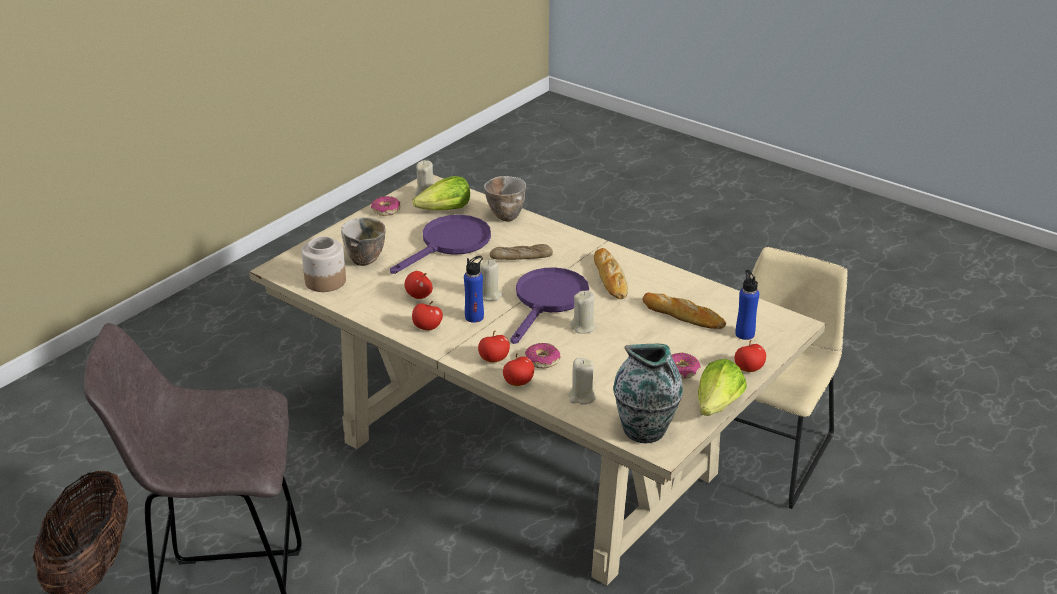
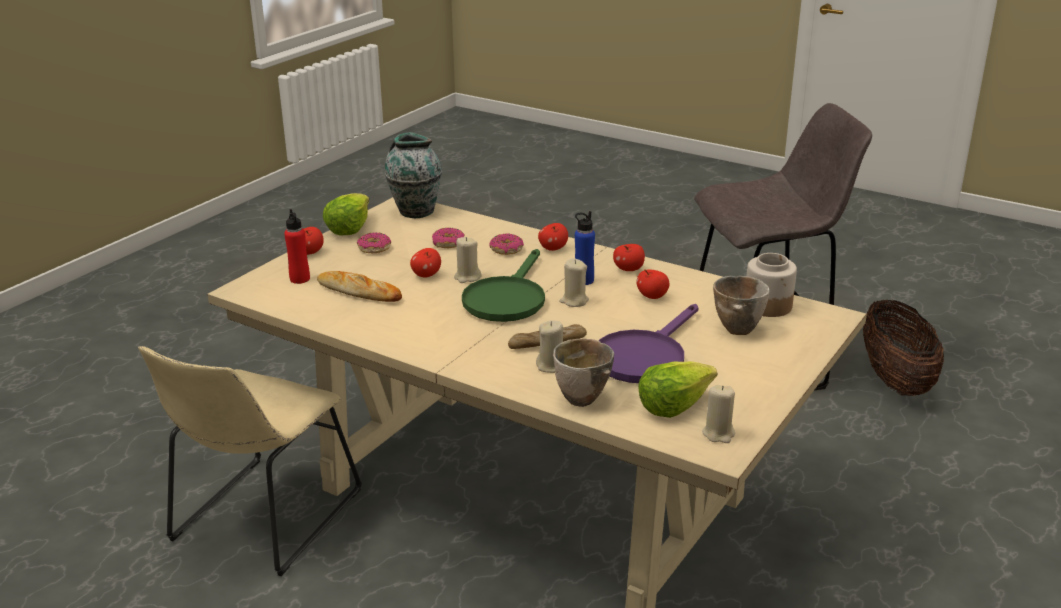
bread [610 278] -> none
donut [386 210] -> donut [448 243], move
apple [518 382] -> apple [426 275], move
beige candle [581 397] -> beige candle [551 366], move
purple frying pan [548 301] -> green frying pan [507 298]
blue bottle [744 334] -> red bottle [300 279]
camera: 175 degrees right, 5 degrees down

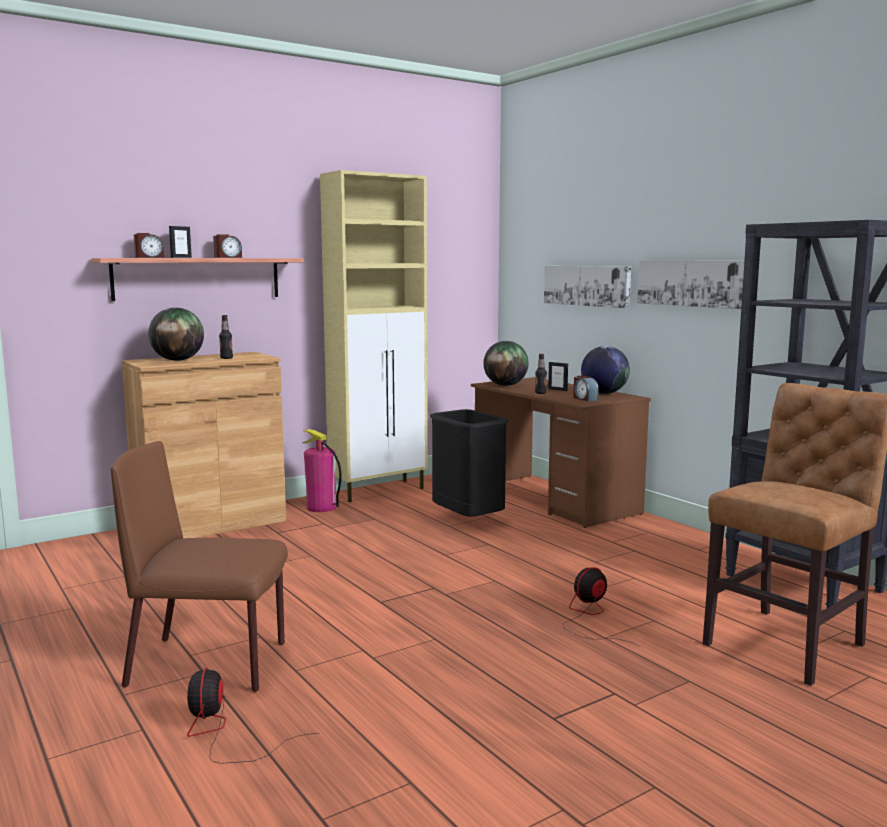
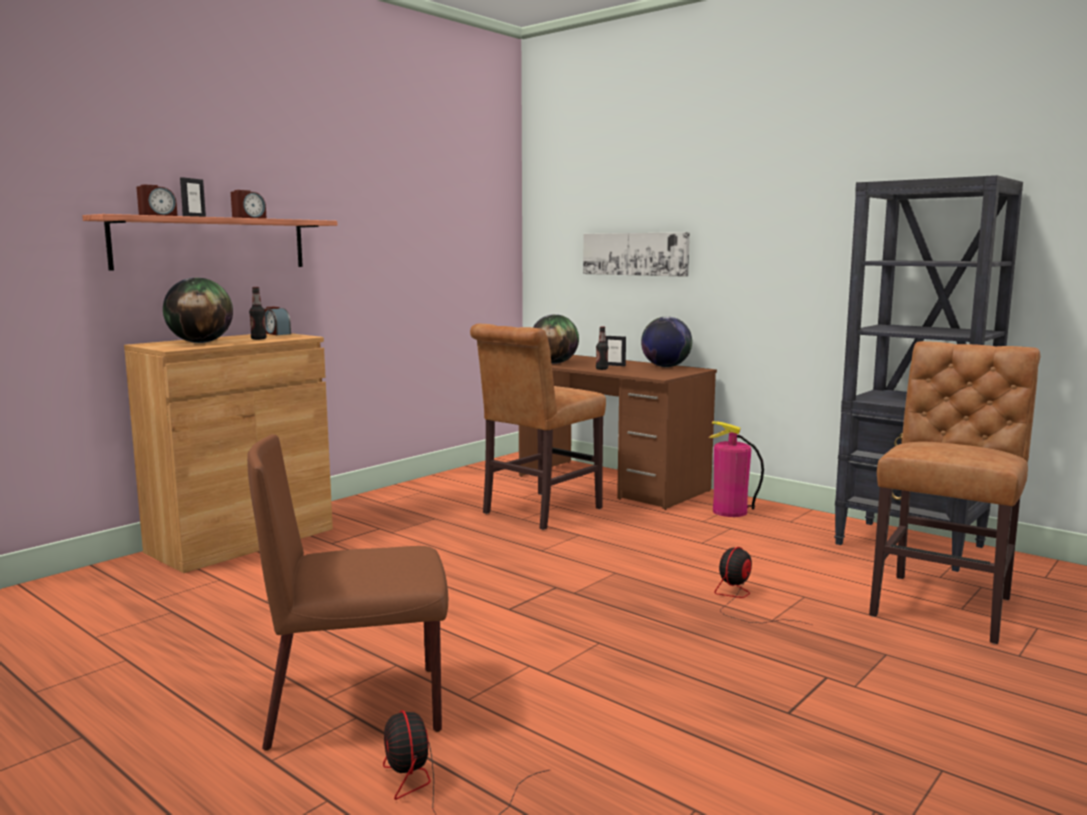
beige cabinet [379 491] -> none
picture [693 283] -> none
fire extinguisher [321 508] -> fire extinguisher [729 512], move
alarm clock [584 399] -> alarm clock [276 333], move
black trash can [466 521] -> brown chair [538 512]
camera: 15 degrees left, 0 degrees up

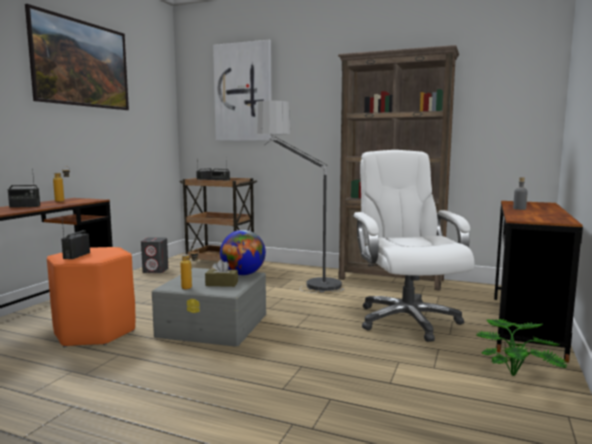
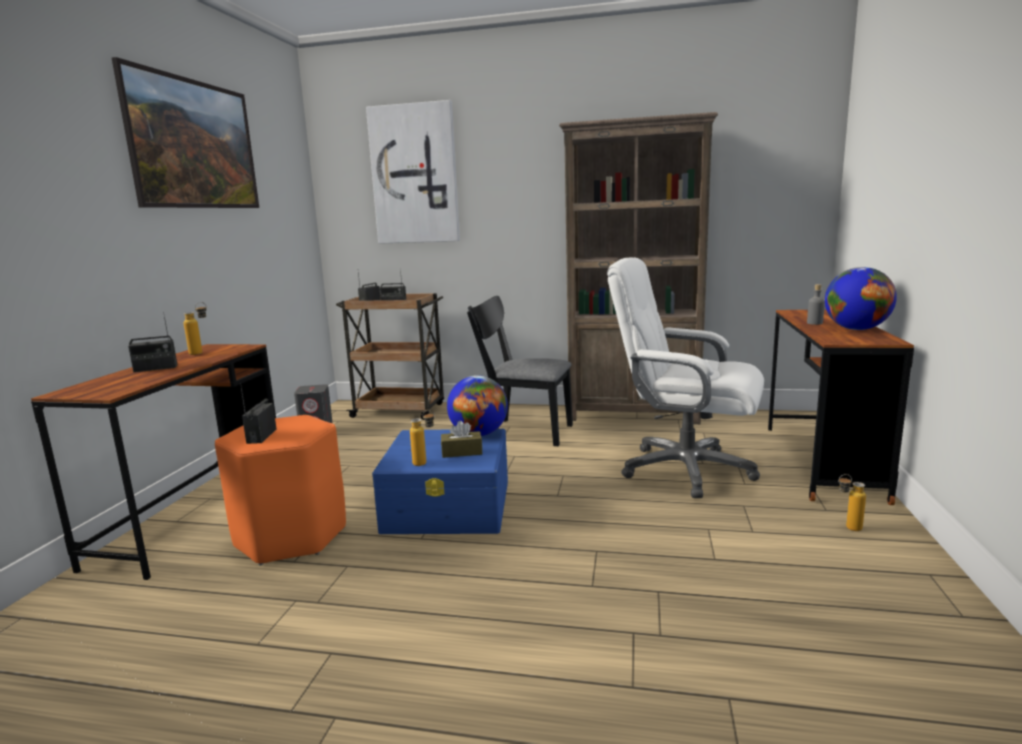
none -> globe [856 329]
floor lamp [298 283] -> black chair [521 431]
potted plant [516 374] -> bottle [847 528]
grey storage box [214 325] -> blue storage box [449 505]
white office chair [406 320] -> white office chair [684 470], 45 degrees counterclockwise
camera: 10 degrees left, 5 degrees up

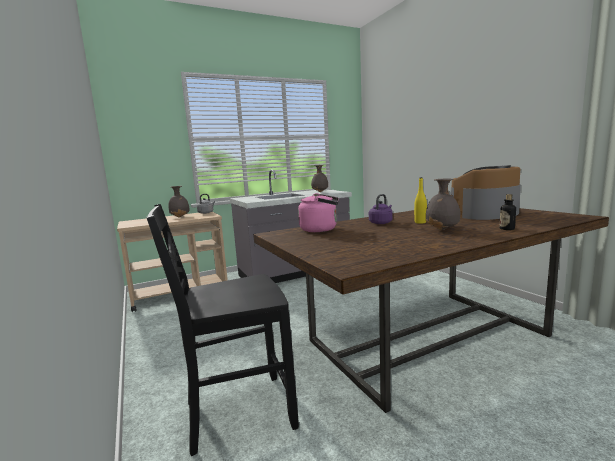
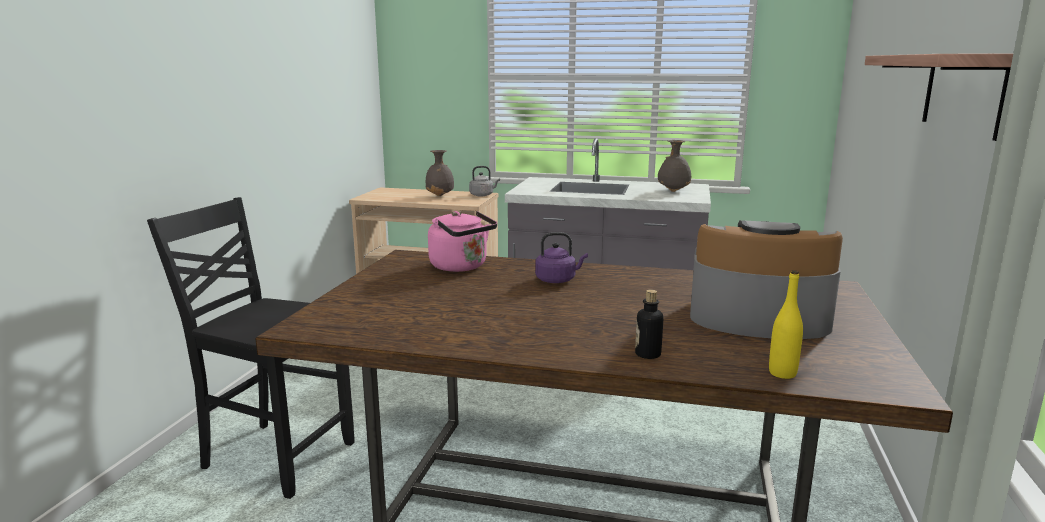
grey vase [442 230] -> none
none -> shelf [962 92]
yellow bottle [420 222] -> yellow bottle [782 373], move
camera: 40 degrees right, 5 degrees up

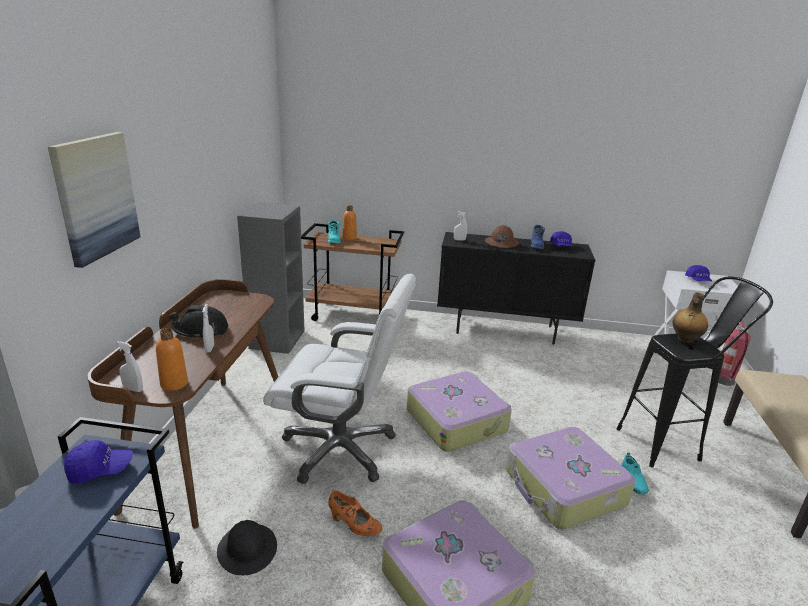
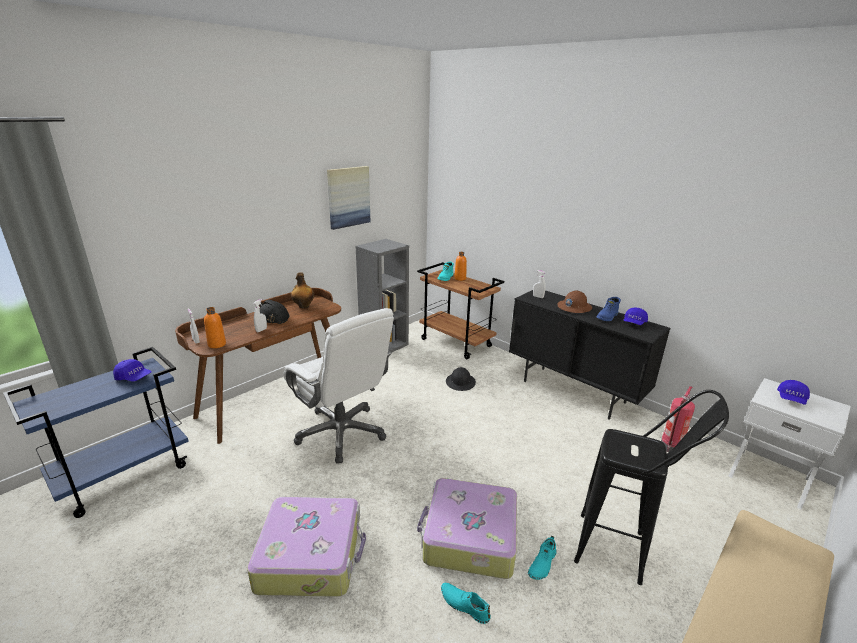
orange shoe [354 525] -> none
suitcase [457 420] -> none
none -> turquoise shoe [464 604]
picture [96 197] -> picture [348 197], move
black hard hat [247 549] -> black hard hat [460 382], move
bottle [684 339] -> bottle [303 306], move
fire extinguisher [724 380] -> fire extinguisher [670 447], move
camera: 35 degrees right, 0 degrees up

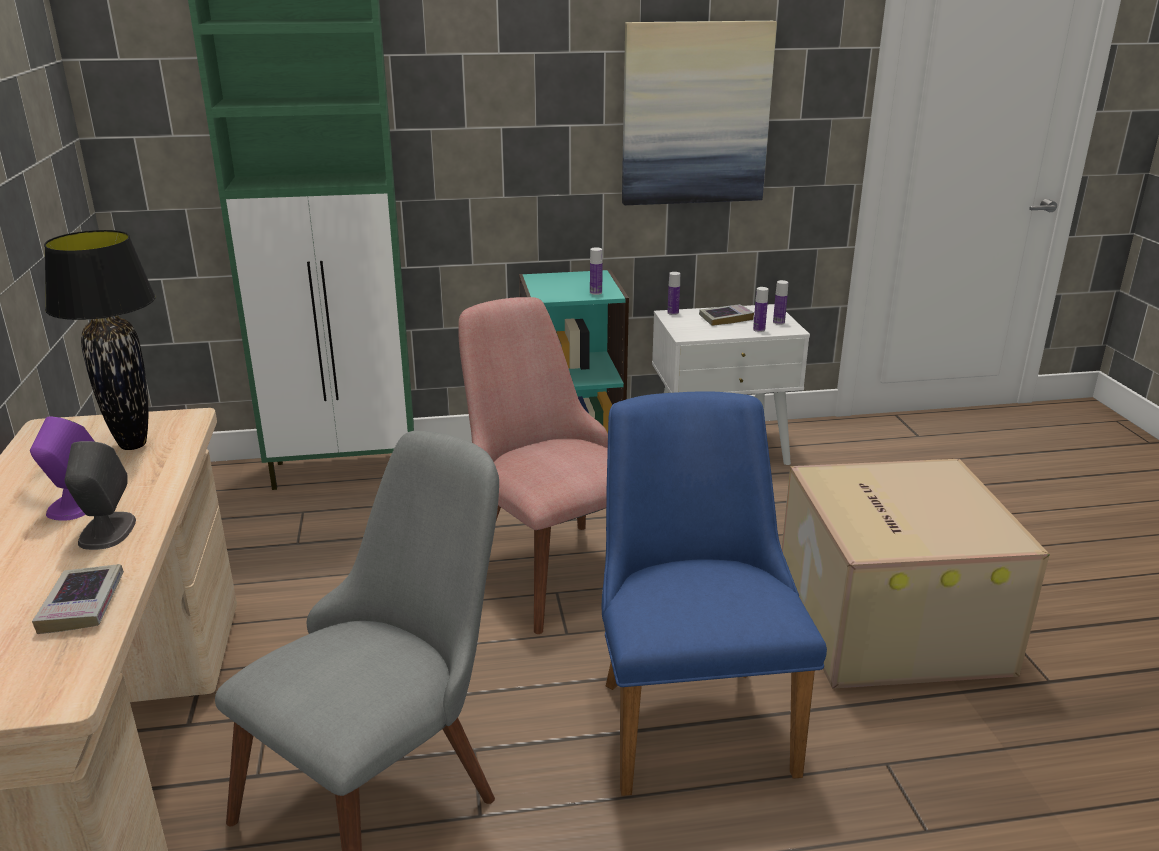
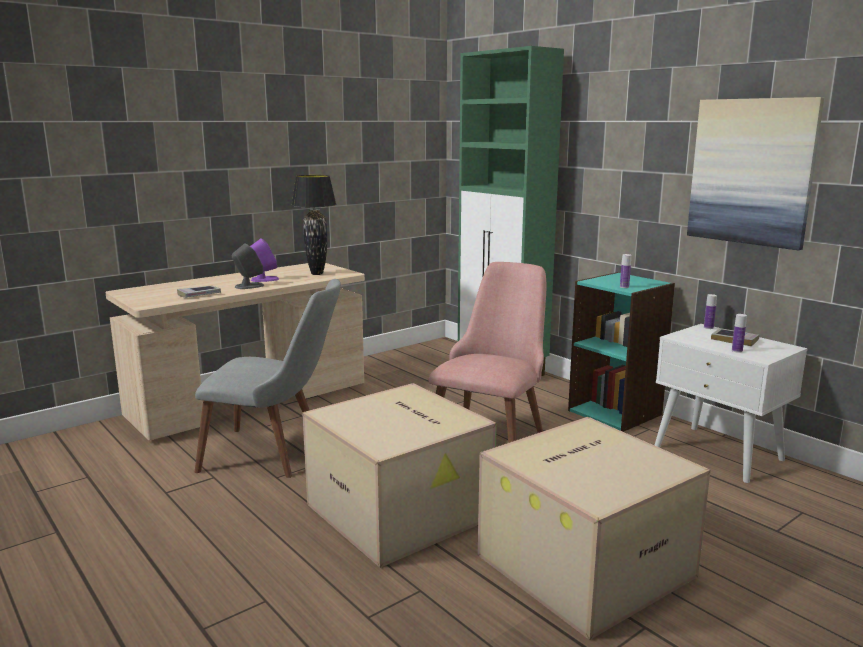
bottle [778 322] -> none
blue chair [689 713] -> cardboard box [402 511]
camera: 60 degrees right, 10 degrees down

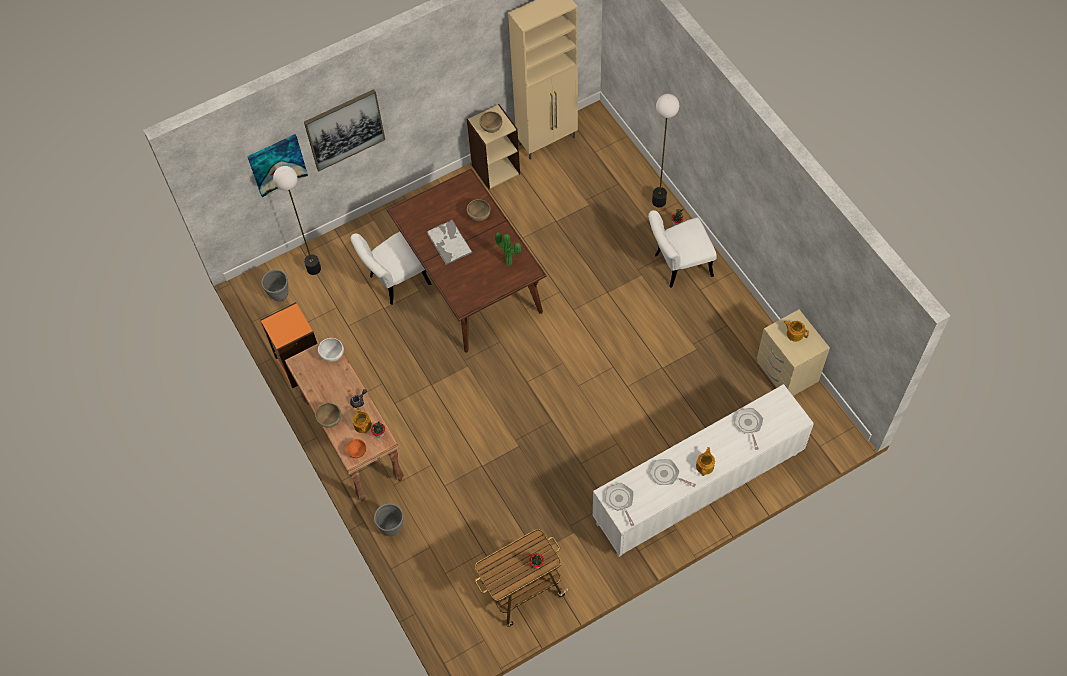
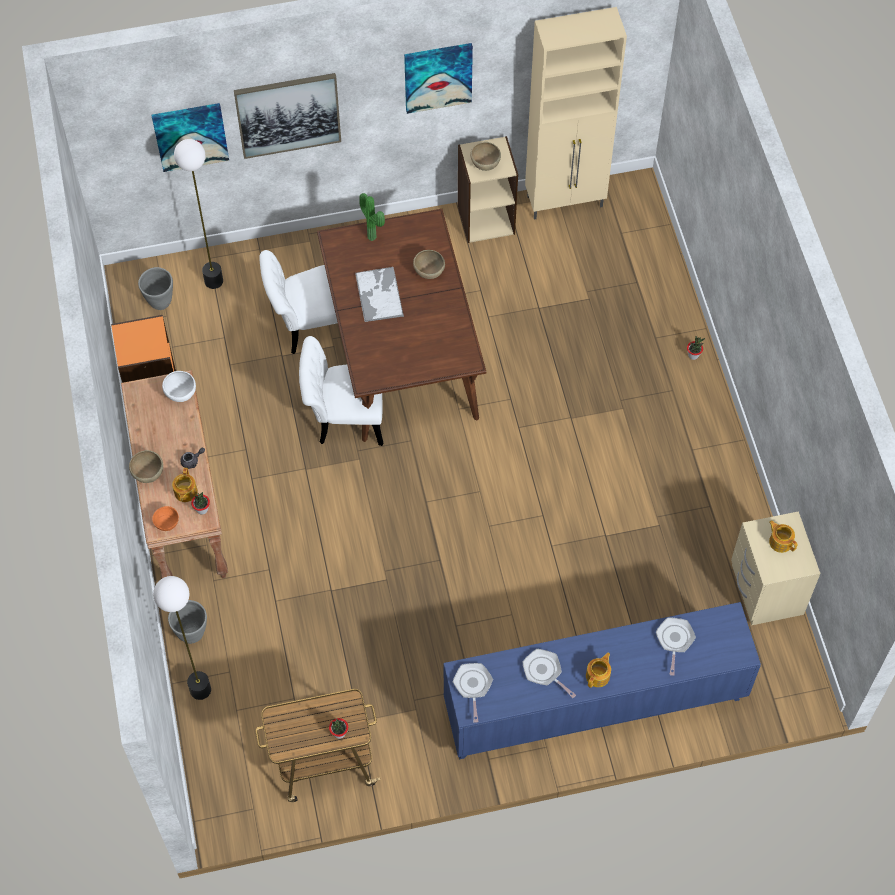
none -> picture [438 77]
potted plant [509 262] -> potted plant [373 236], move
white chair [677 265] -> white chair [343 418], move
floor lamp [658 201] -> floor lamp [200 689], move
white cabinet [698 488] -> blue cabinet [594 704]
camera: 15 degrees right, 0 degrees up

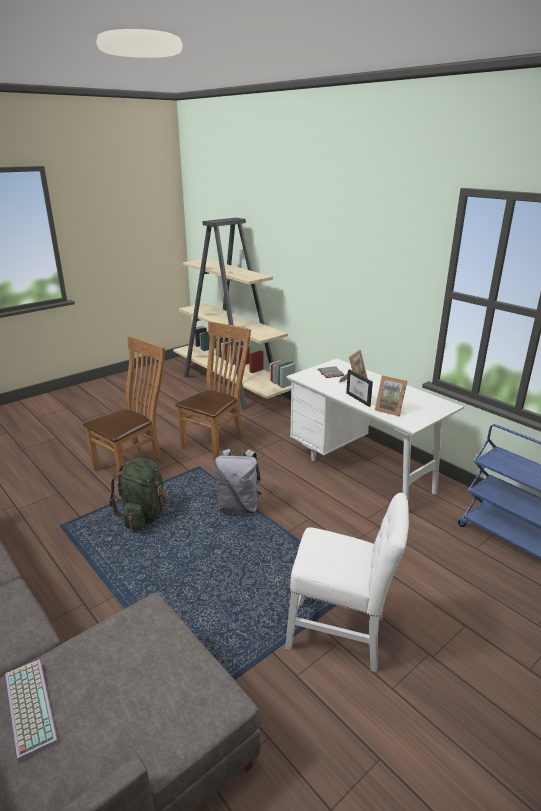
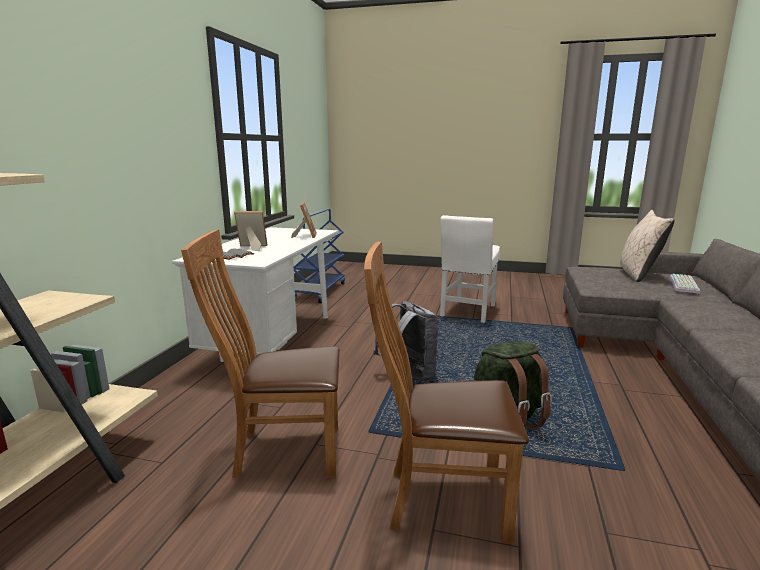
picture frame [361 399] -> none
none -> beige pillow [638 274]
white chair [341 634] -> white chair [468 312], 135 degrees counterclockwise
camera: 125 degrees left, 10 degrees down

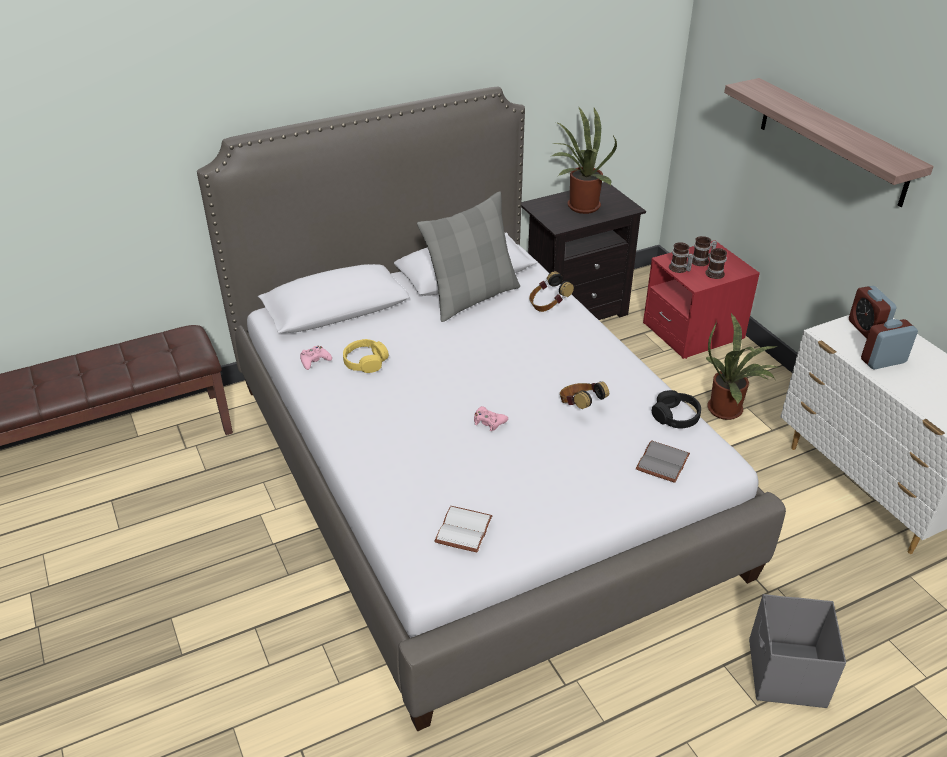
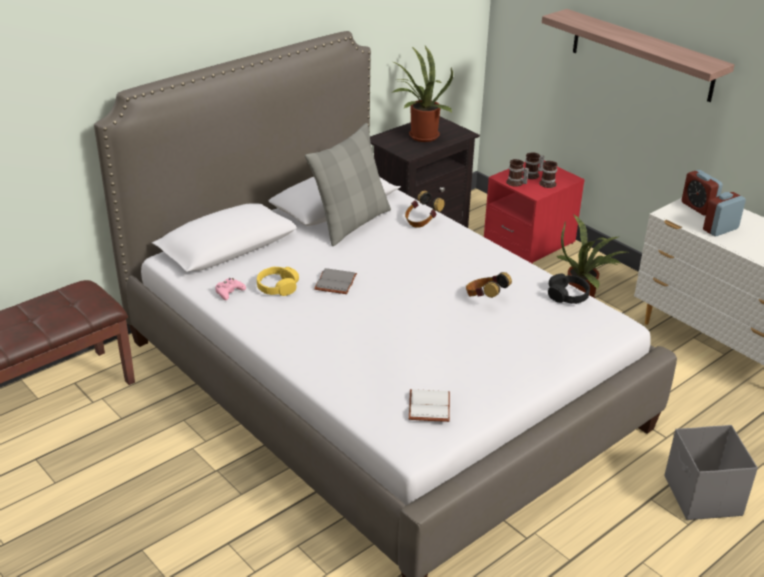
pink game controller [489 422] -> none
grey book [661 461] -> grey book [334 282], move
camera: 15 degrees left, 5 degrees down

